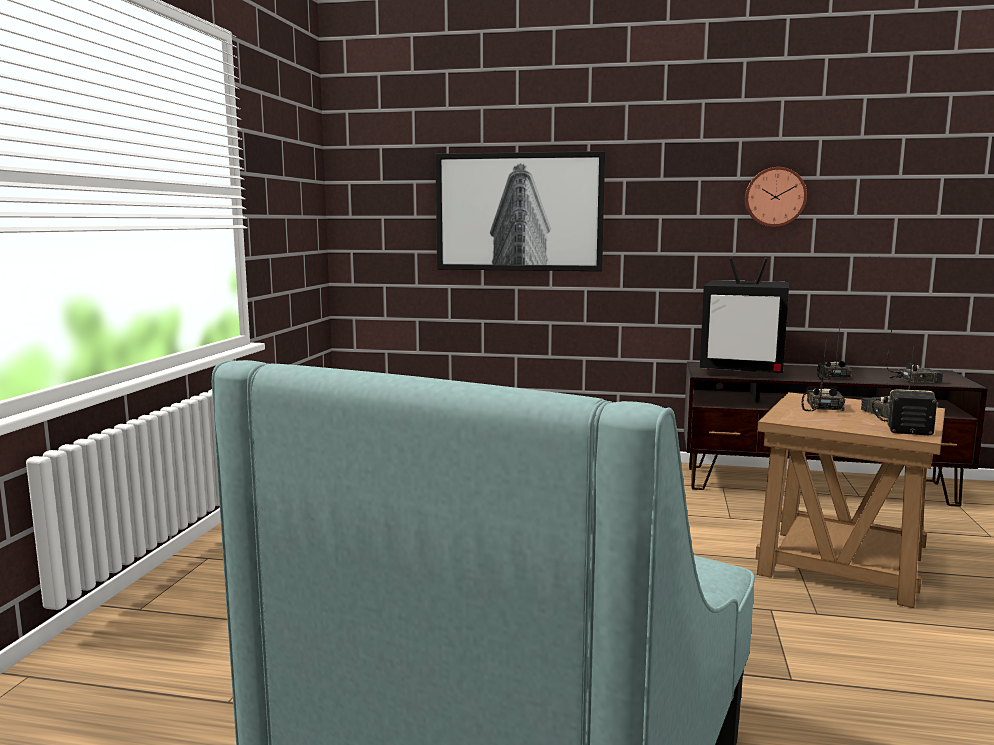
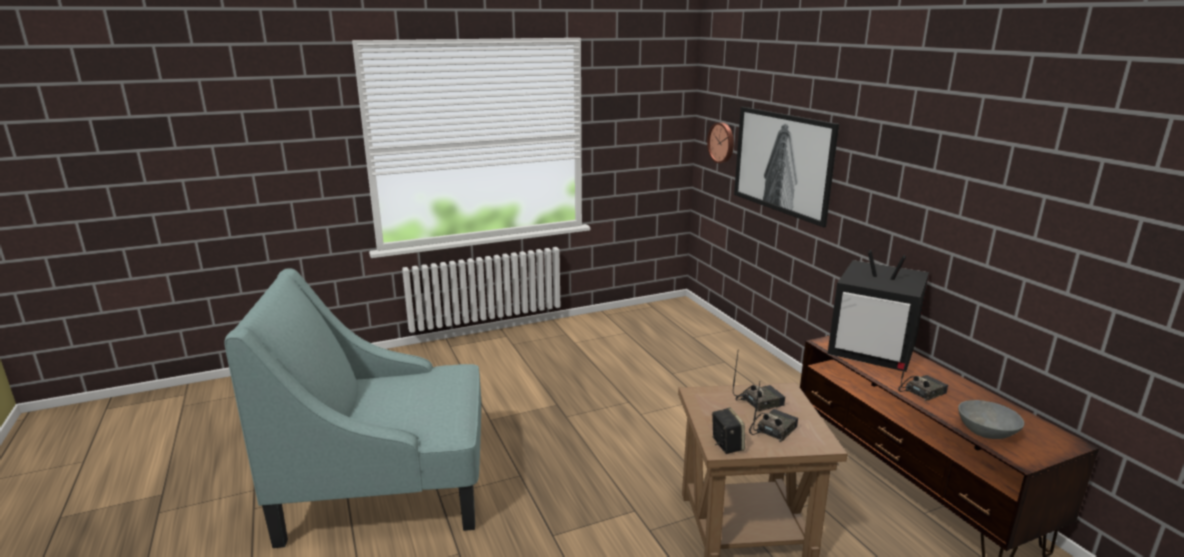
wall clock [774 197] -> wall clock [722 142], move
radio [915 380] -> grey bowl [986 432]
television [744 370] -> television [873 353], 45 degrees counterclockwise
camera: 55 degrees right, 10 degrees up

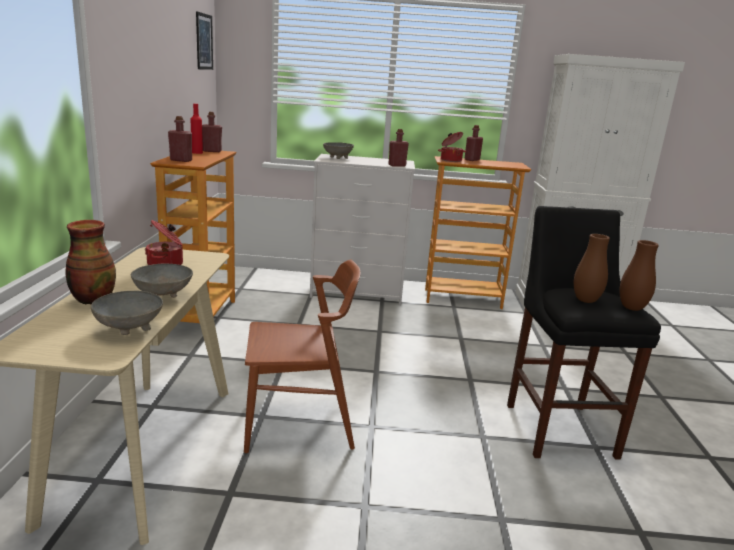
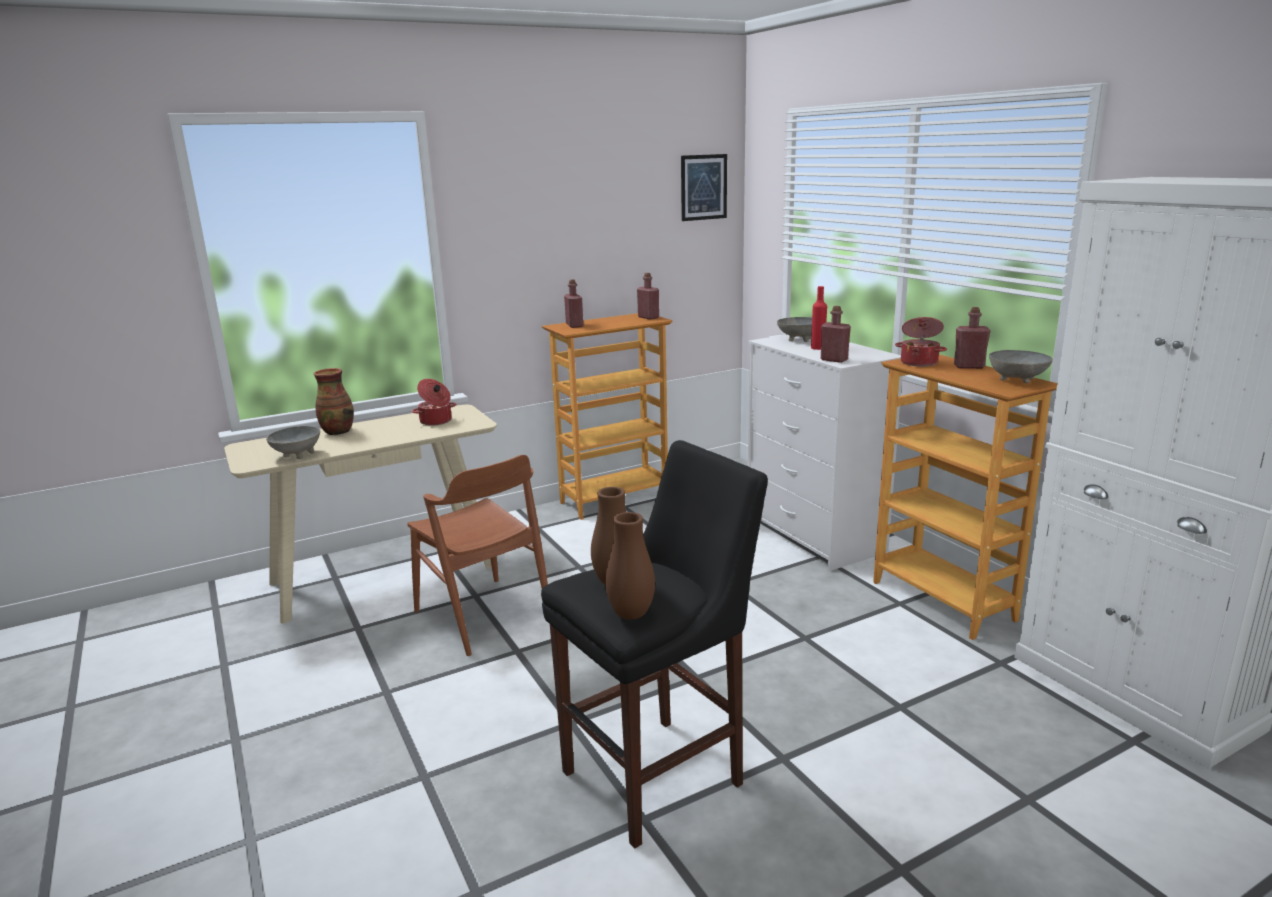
grey bowl [162 296] -> grey bowl [1016 381], move
red bottle [197 152] -> red bottle [818 348], move
camera: 60 degrees right, 0 degrees up

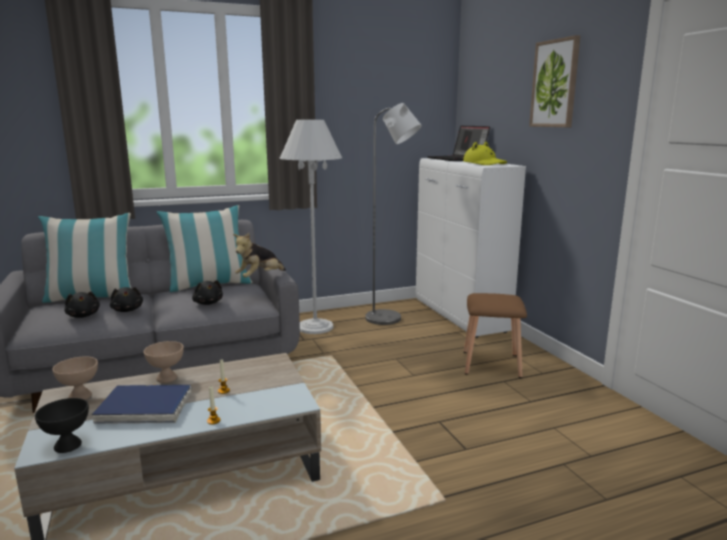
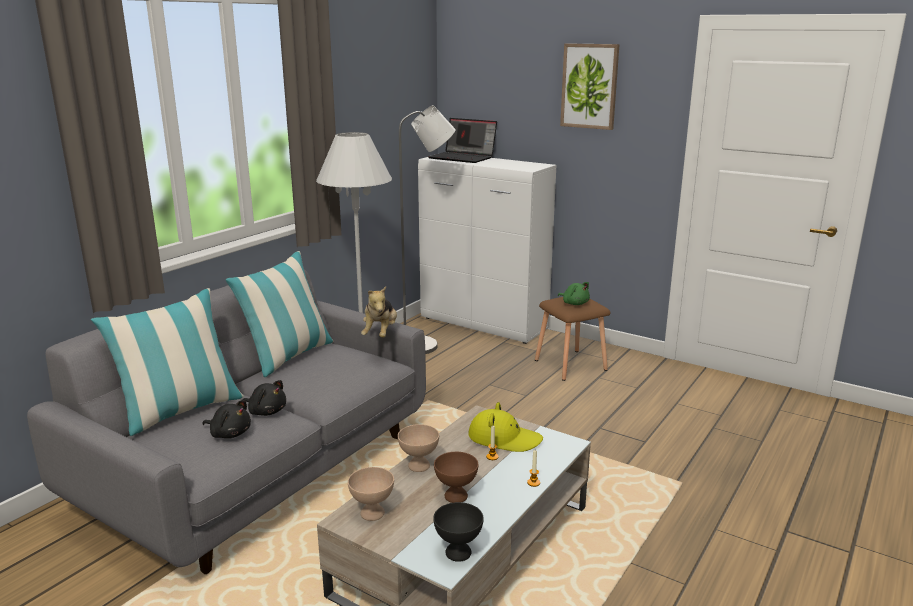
black plush toy [208 303] -> none
none -> green plush toy [574 303]
yellow hat [484 163] -> yellow hat [504 438], move
blue book [145 407] -> brown bowl [456 497]
camera: 35 degrees left, 5 degrees up

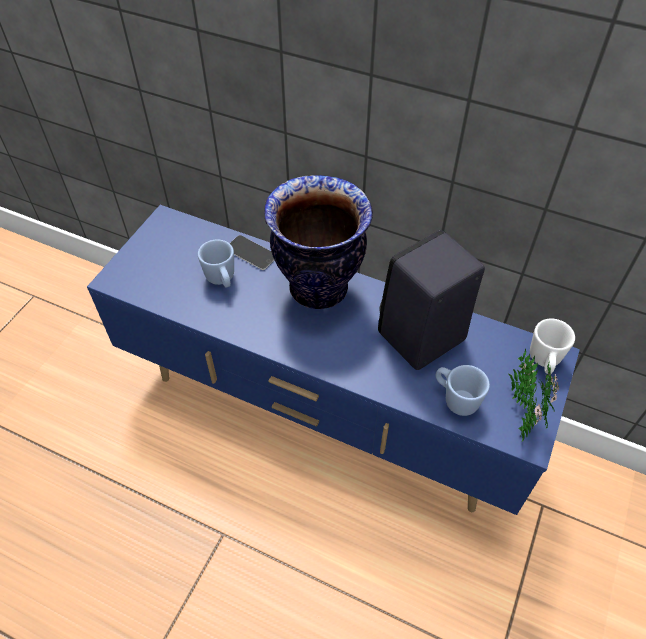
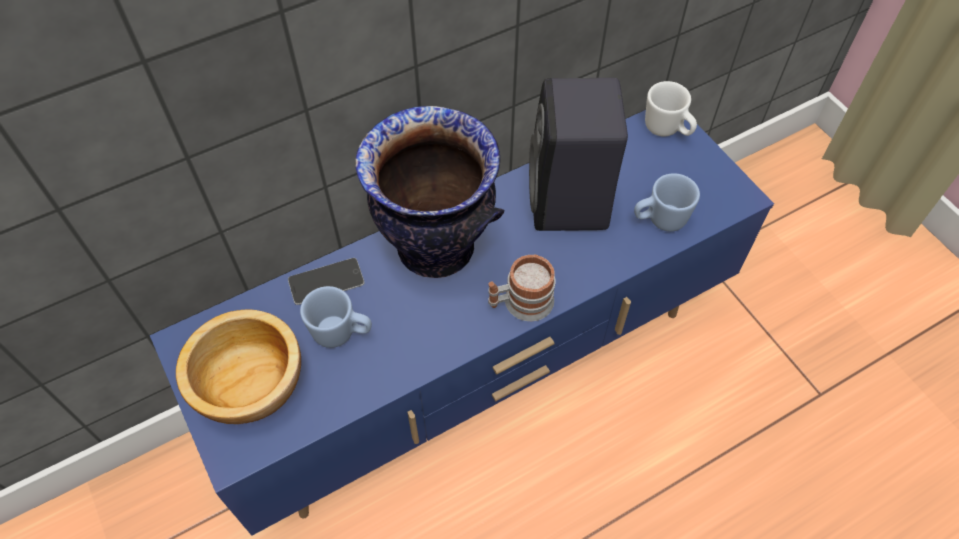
potted plant [522 409] -> none
none -> bowl [251 382]
none -> mug [520 303]
camera: 55 degrees left, 5 degrees up

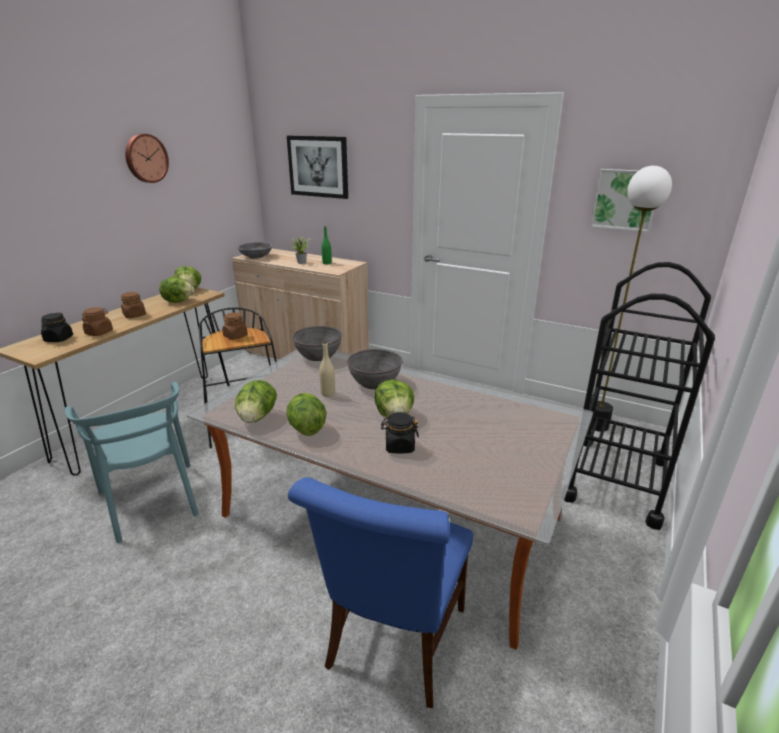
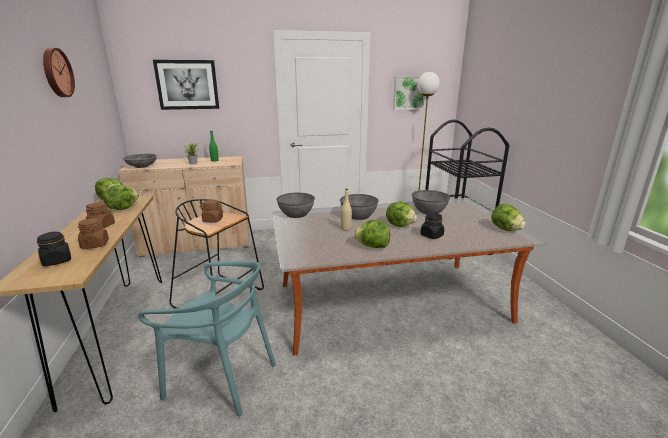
blue chair [393 644] -> none
none -> grey bowl [429 211]
lettuce [257 417] -> lettuce [505 229], move
camera: 40 degrees left, 5 degrees down

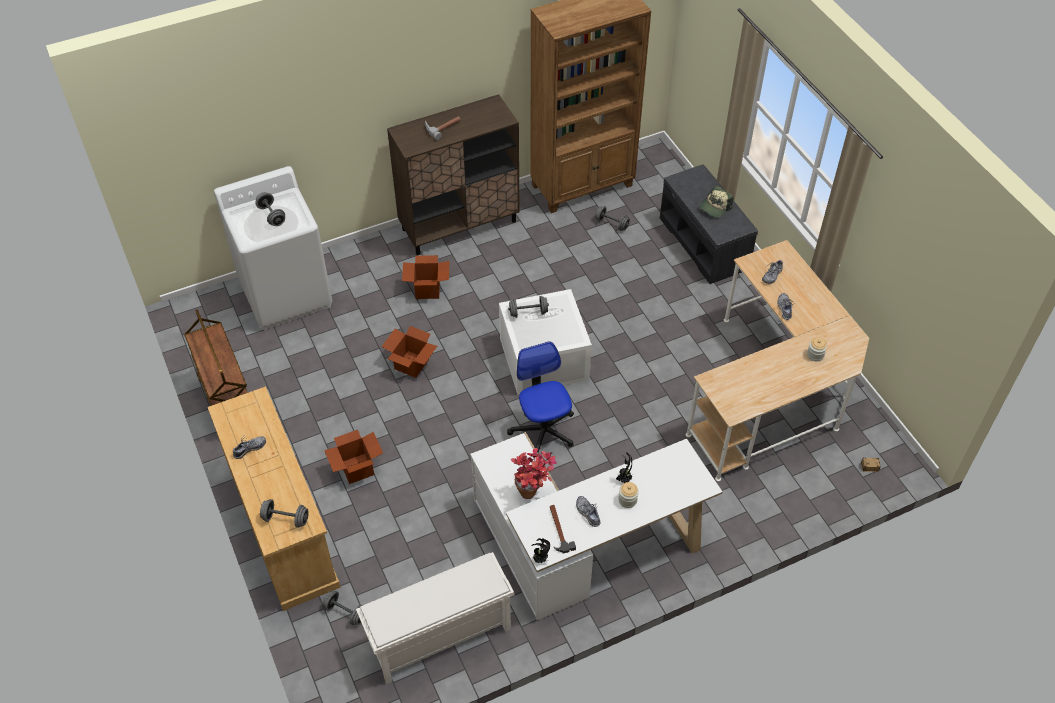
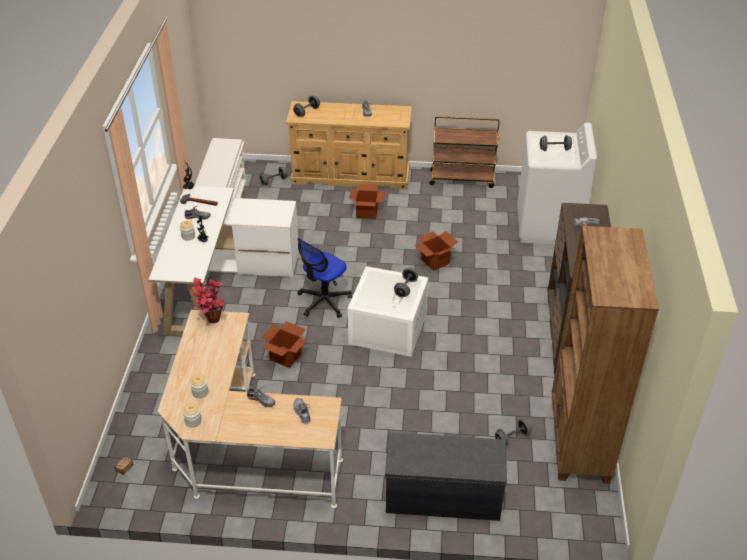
cap [715 207] -> none
none -> jar [193 421]
cardboard box [427 289] -> cardboard box [285 357], move
potted plant [533 491] -> potted plant [211 322], move
office chair [543 430] -> office chair [324 301], 120 degrees clockwise
camera: 120 degrees right, 10 degrees down

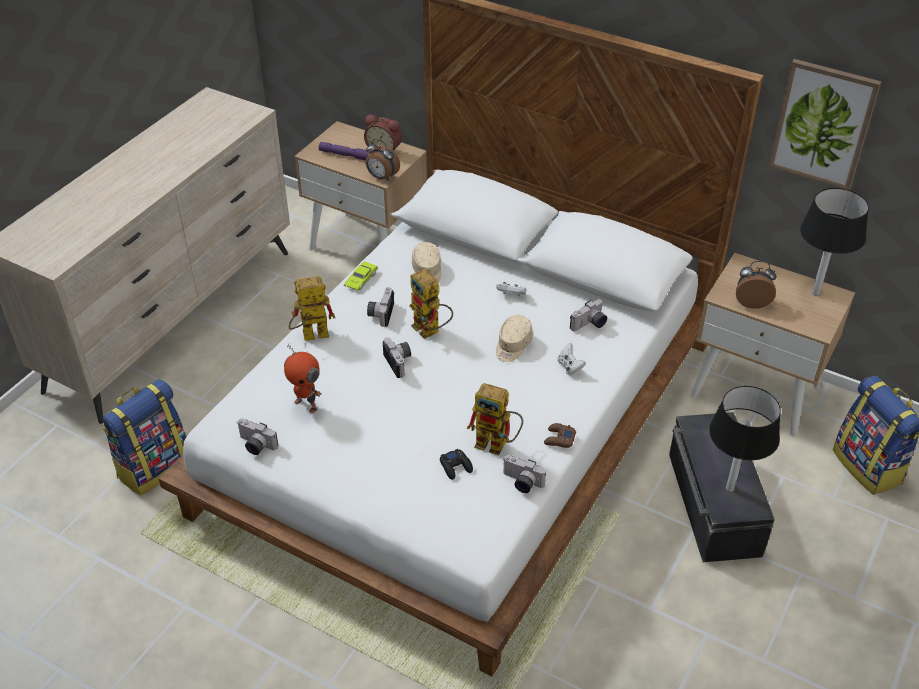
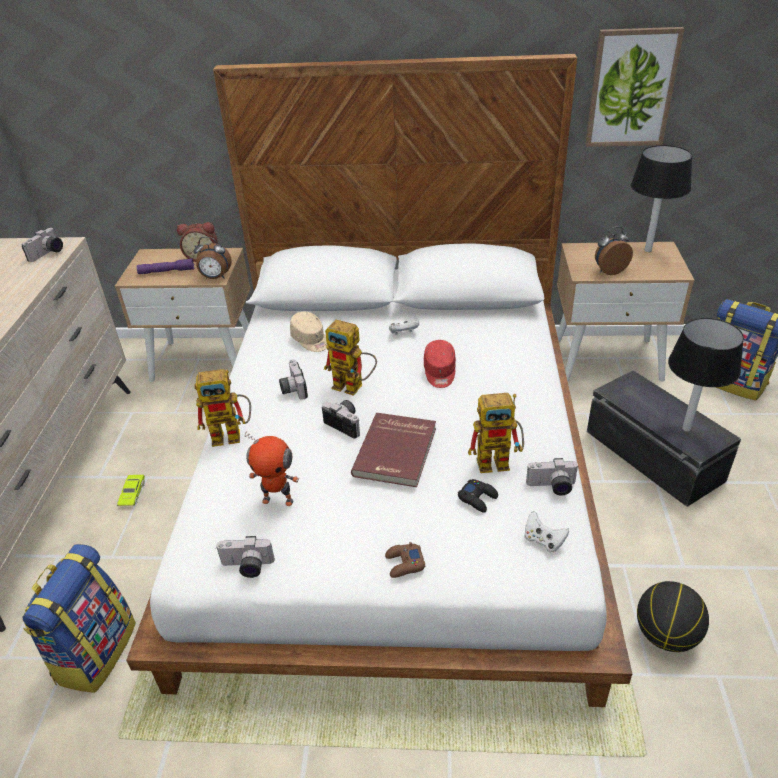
none -> red book [397 452]
none -> basketball [666 635]
green toy car [361 279] -> green toy car [132 493], move
brown game controller [559 439] -> brown game controller [404 564], move
white game controller [569 367] -> white game controller [543 541], move
photo camera [589 325] -> photo camera [48 254], move
beige cap [512 346] -> red cap [440 372]
toy robot [309 336] -> toy robot [233 434], 150 degrees counterclockwise
camera: 25 degrees left, 5 degrees down

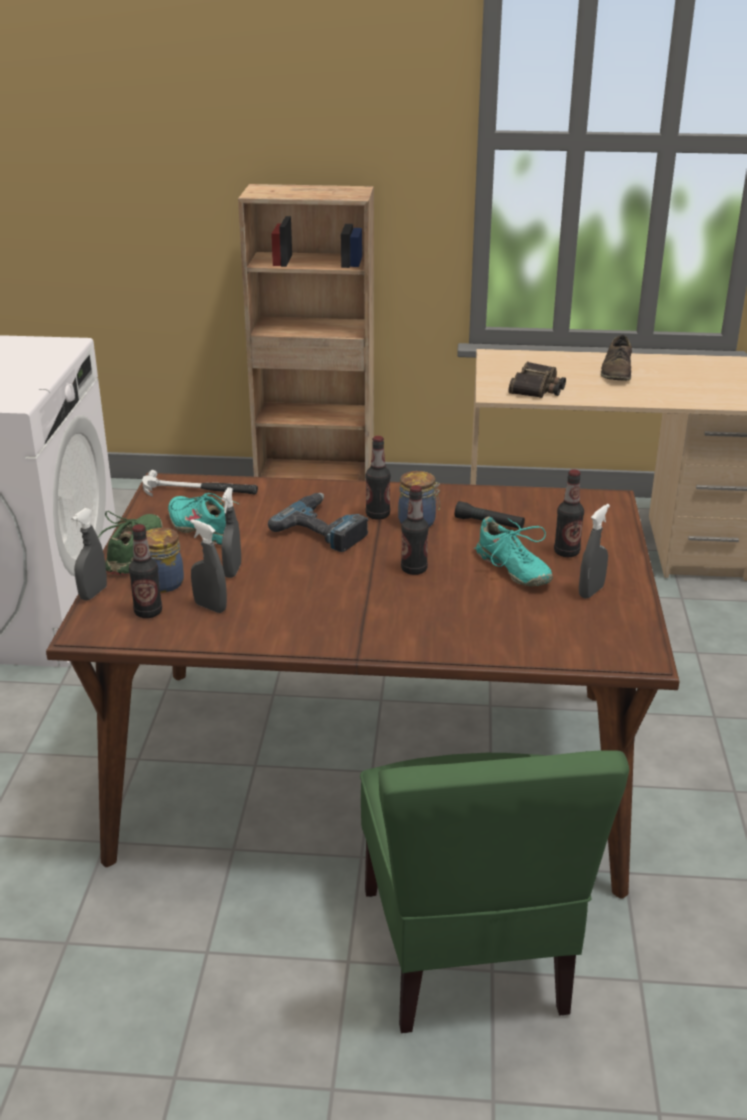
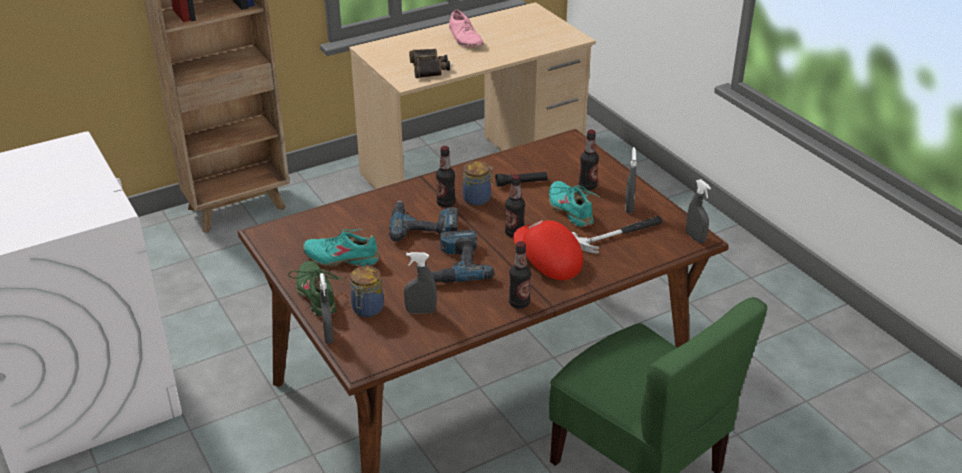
none -> power drill [455 265]
none -> red cap [546 261]
bottle [148 612] -> bottle [519 303], move
hammer [199 490] -> hammer [619 235], move
grey spray bottle [232 571] -> grey spray bottle [695 238], move
brown shoe [617 371] -> pink shoe [465 38]
turquoise shoe [512 570] -> turquoise shoe [571 210], 135 degrees counterclockwise
camera: 35 degrees left, 5 degrees up

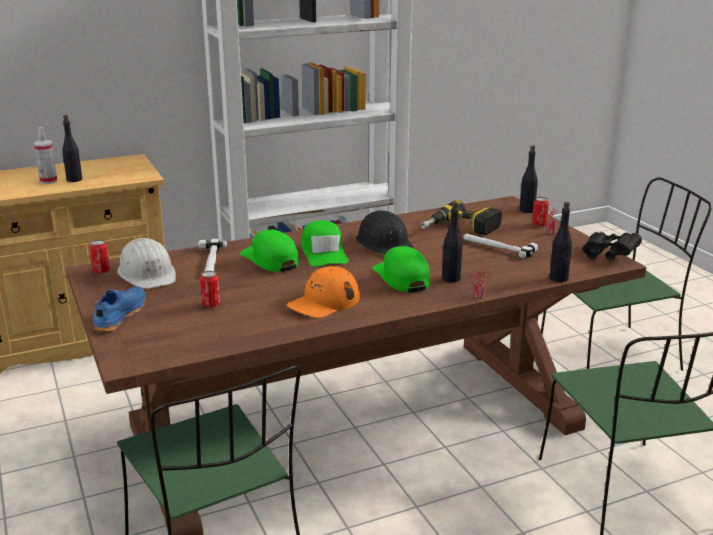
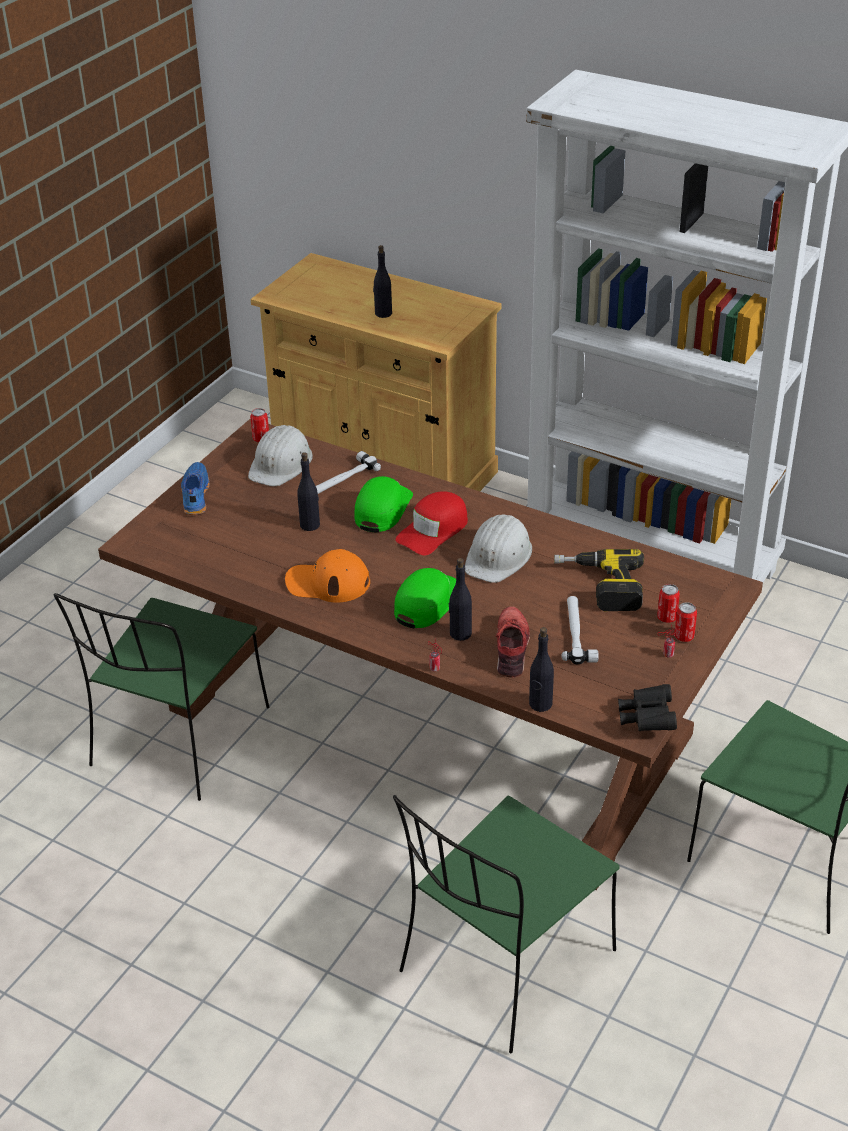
spray bottle [48 181] -> none
none -> red shoe [512 648]
can [211 305] -> can [667 618], move
black bottle [527 210] -> black bottle [310 525], move
green cap [324 252] -> red cap [433 530]
black hard hat [385 244] -> white hard hat [499 556]
blue shoe [119 316] -> blue shoe [194 496], 75 degrees counterclockwise
camera: 55 degrees right, 15 degrees up

